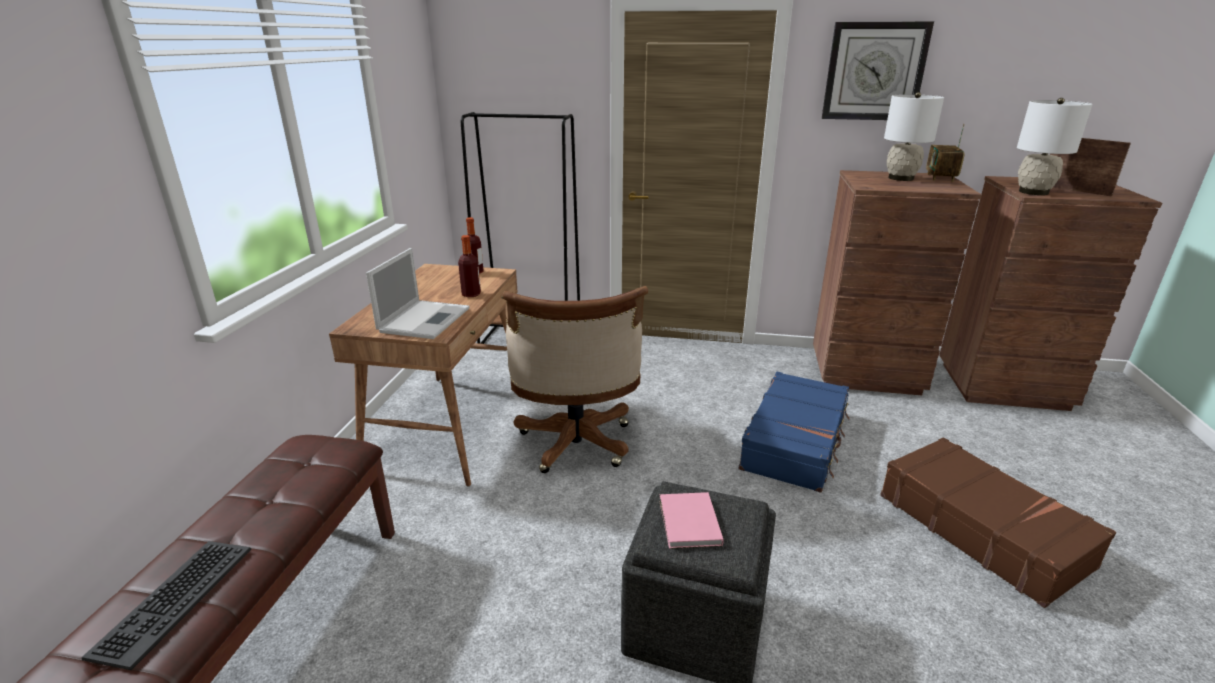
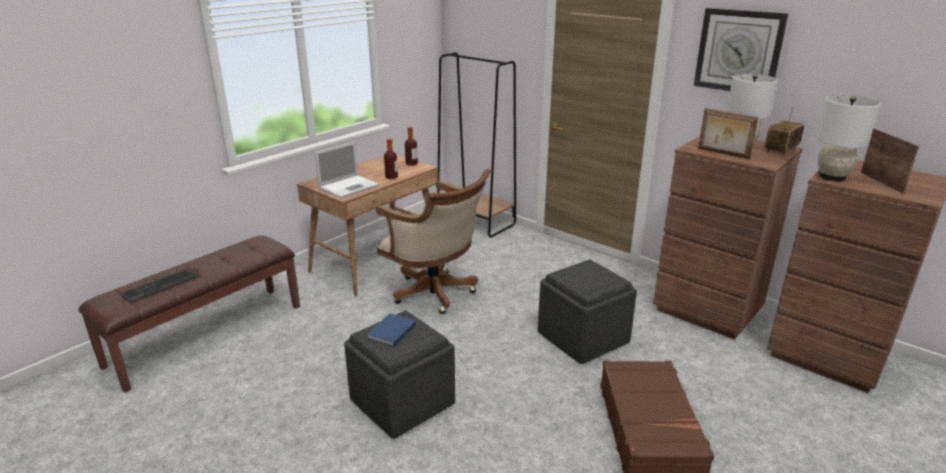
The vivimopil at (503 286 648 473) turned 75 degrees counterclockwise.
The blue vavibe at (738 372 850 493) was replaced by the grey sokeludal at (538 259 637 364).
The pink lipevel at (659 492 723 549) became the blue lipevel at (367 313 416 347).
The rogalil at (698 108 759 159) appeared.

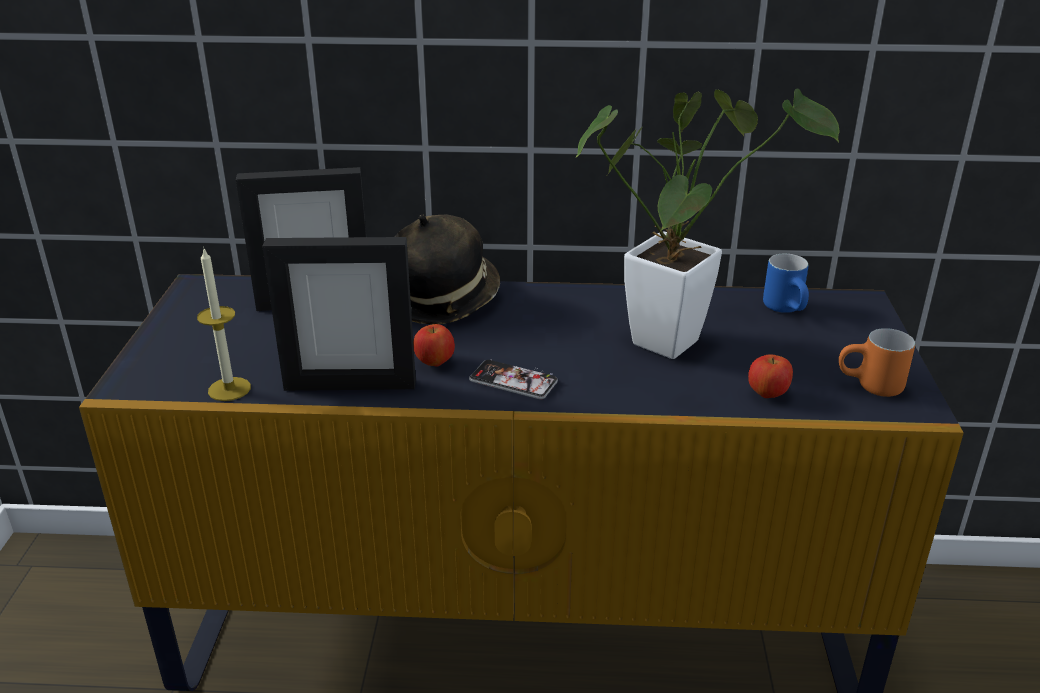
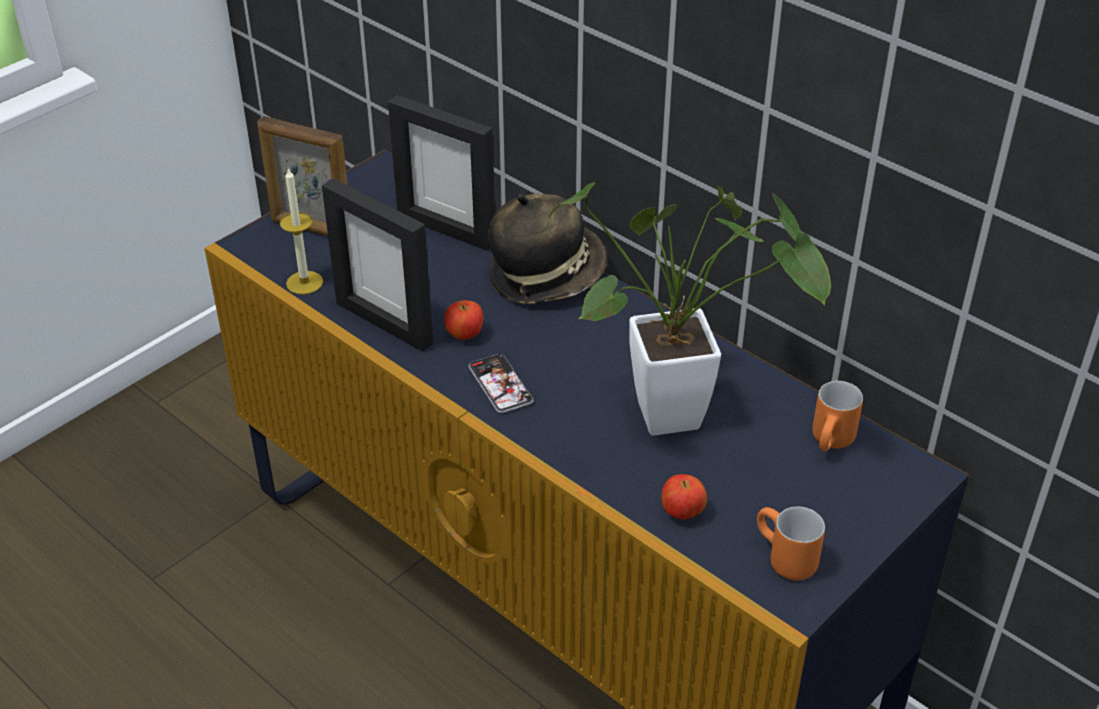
The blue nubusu at (763 254 809 313) became the orange nubusu at (812 381 863 451).
The rogalil at (257 116 348 236) appeared.

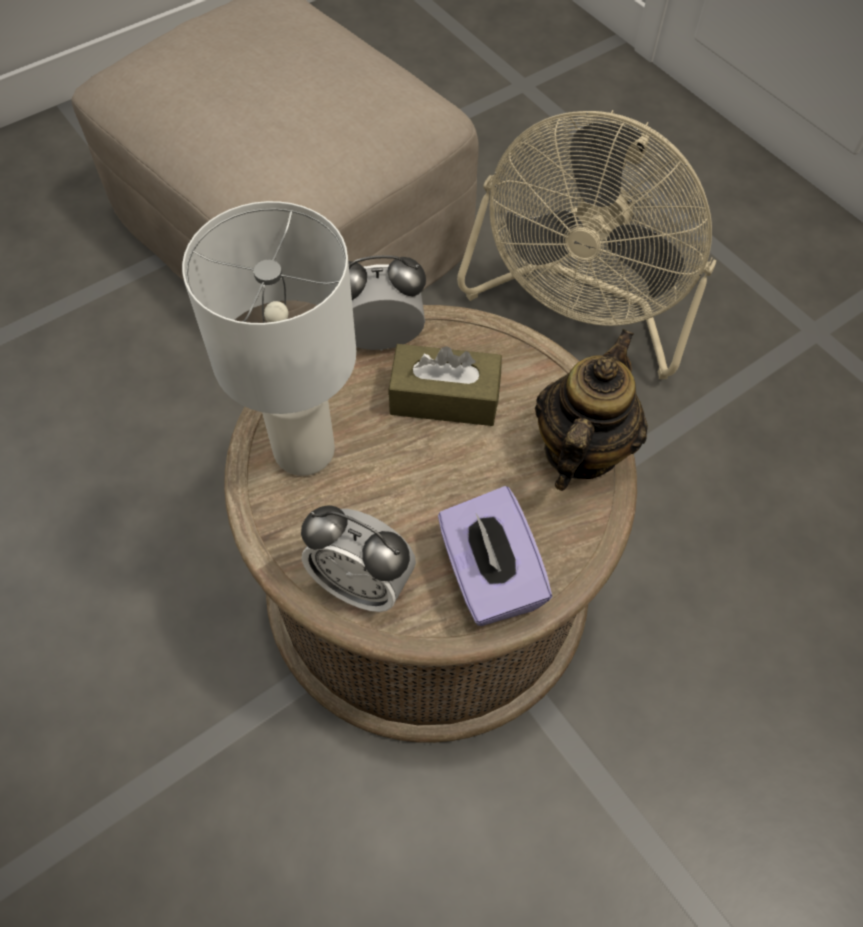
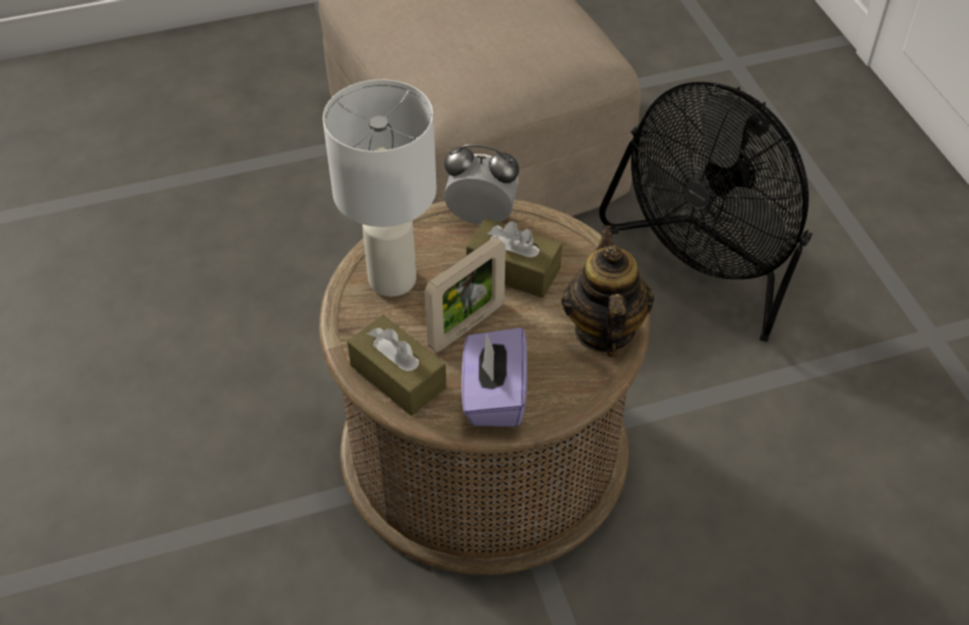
The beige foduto at (457 110 716 379) became the black foduto at (599 82 812 342).
The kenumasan at (535 329 648 491) turned 45 degrees counterclockwise.
The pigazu at (301 505 416 612) was replaced by the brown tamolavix at (347 315 446 416).
The rogalil at (425 237 506 352) appeared.

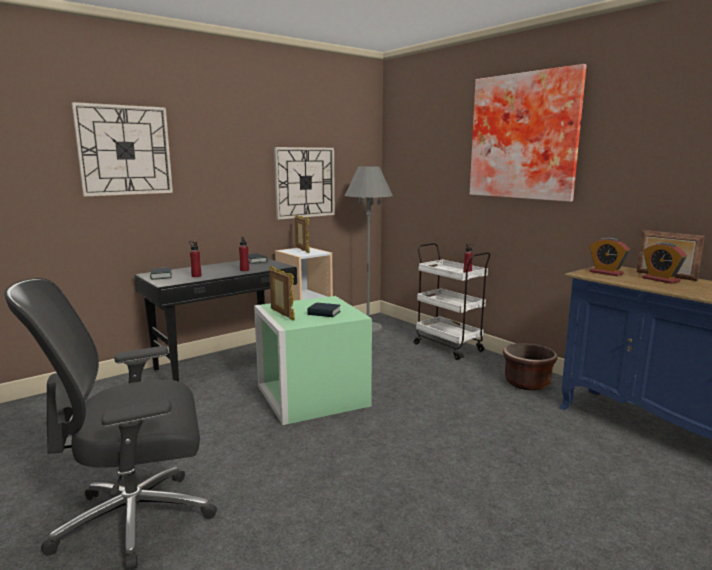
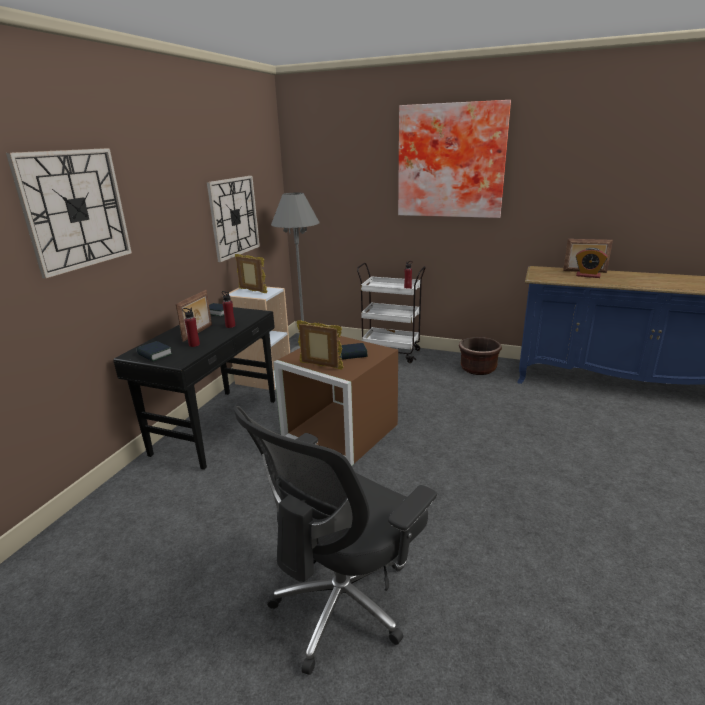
The pigazu at (590 237 630 276) disappeared.
The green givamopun at (254 296 372 425) became the brown givamopun at (273 335 398 466).
The rogalil at (176 290 212 342) appeared.

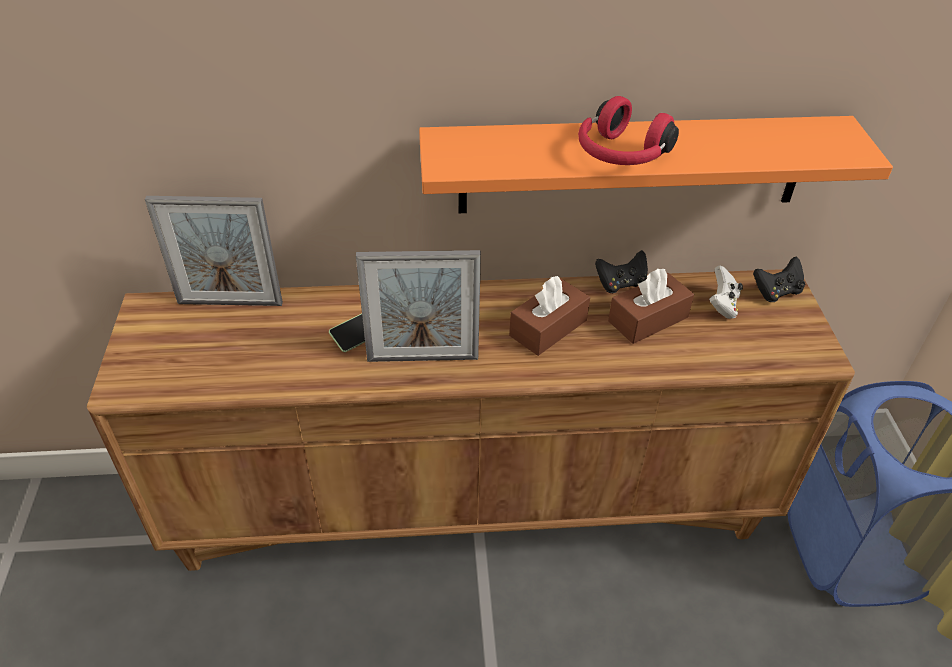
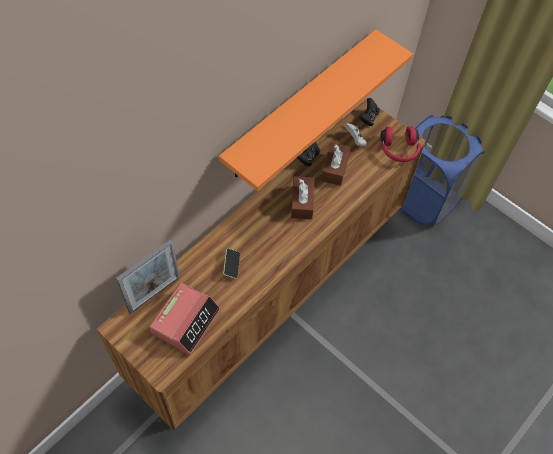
The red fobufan moved from (578 96 679 165) to (380 126 421 162).
The rogalil at (356 250 481 362) disappeared.
The pigazu at (150 283 221 355) appeared.

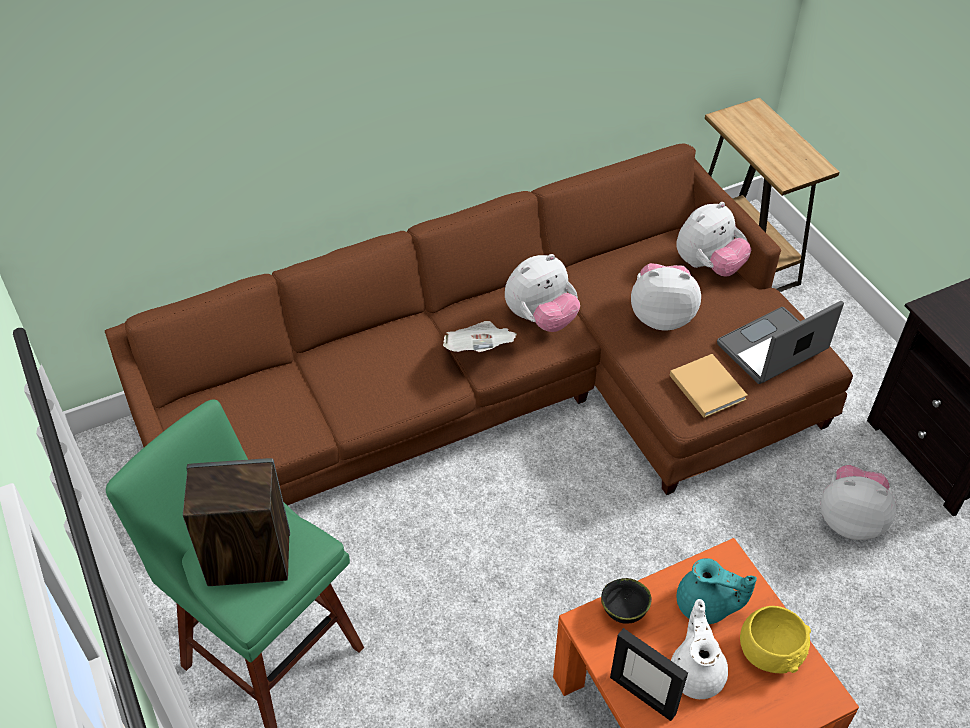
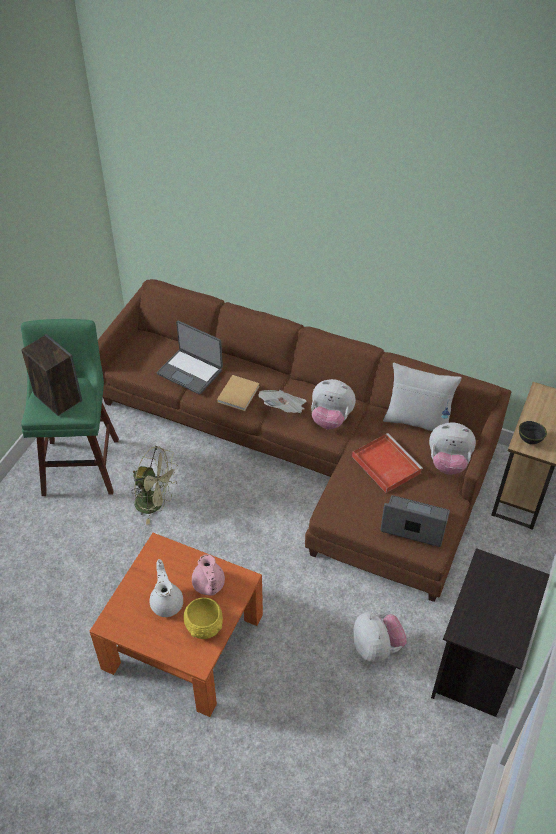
The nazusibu at (631 263 701 330) was replaced by the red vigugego at (352 433 423 493).
The beige lipevel moved from (670 354 748 418) to (217 375 260 411).
The turquoise kenumasan at (677 558 757 624) became the pink kenumasan at (192 555 225 596).
The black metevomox moved from (601 578 651 624) to (519 421 547 444).
The white kenumasan at (671 599 728 699) turned 60 degrees counterclockwise.
The rogalil at (610 628 688 721) disappeared.
The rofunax at (157 320 223 395) appeared.
The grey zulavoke at (383 363 462 431) appeared.
The green foduto at (131 446 178 524) appeared.

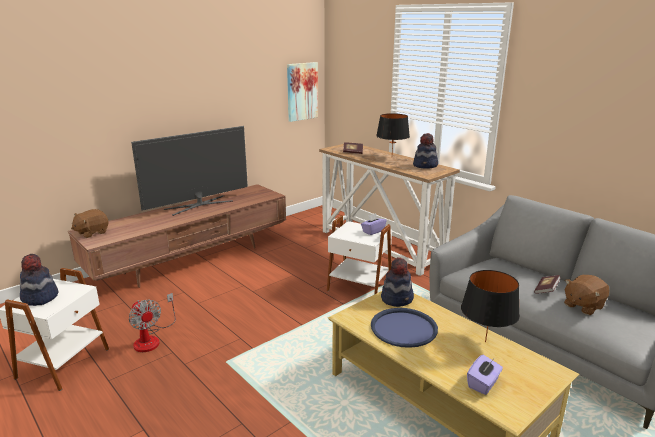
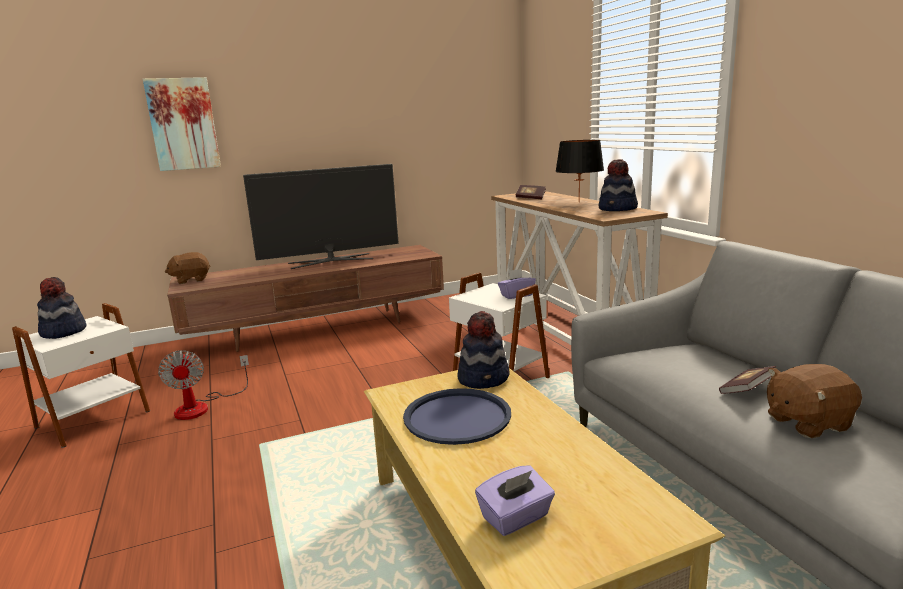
The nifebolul moved from (287 62 318 122) to (143 77 221 171).
The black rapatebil at (461 270 520 342) disappeared.

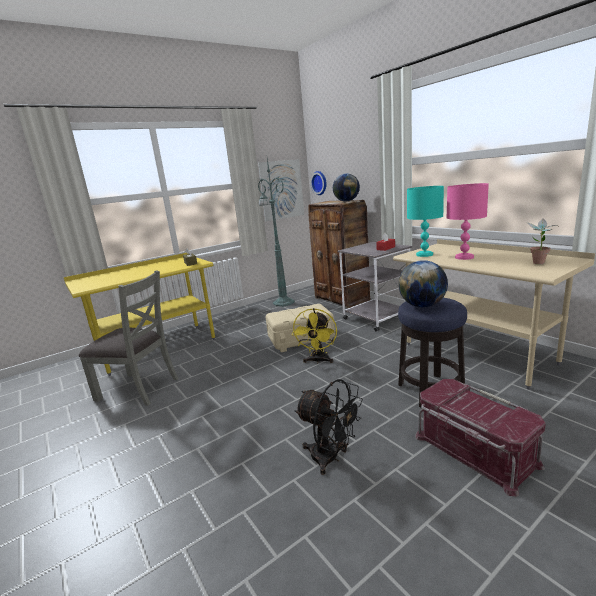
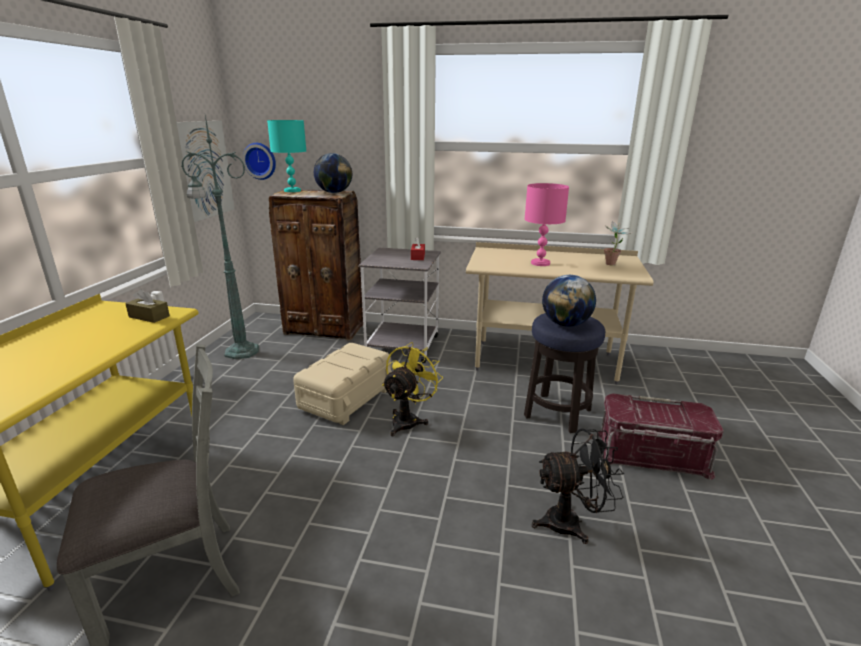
The turquoise rapatebil moved from (407 186 444 257) to (267 120 306 192).
The yellow foduto at (292 308 337 364) turned 120 degrees counterclockwise.

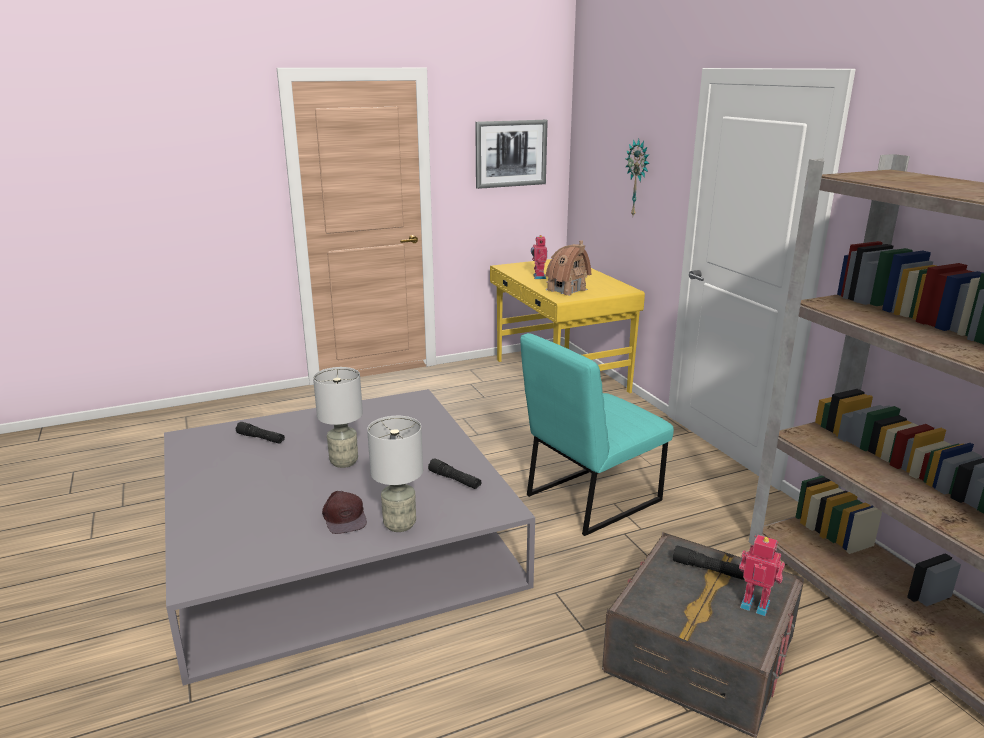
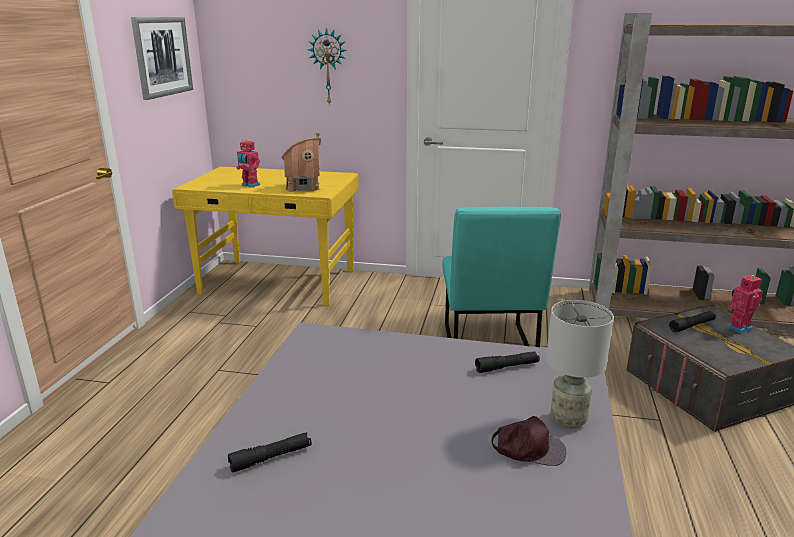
The grey rapatebil at (313 367 363 468) disappeared.

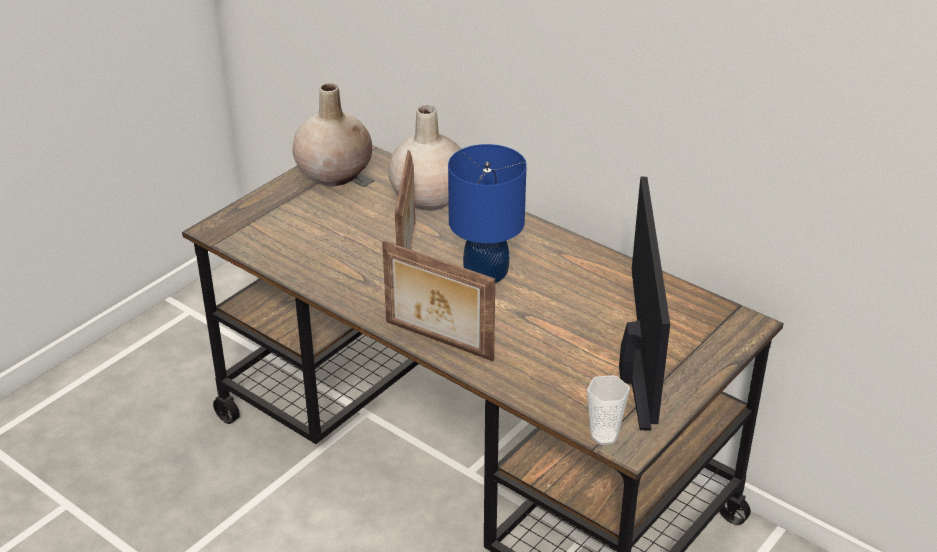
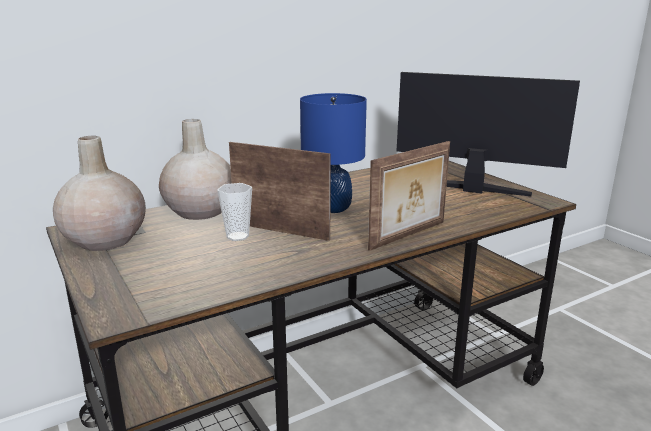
The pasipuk moved from (587 375 630 445) to (217 183 252 241).

